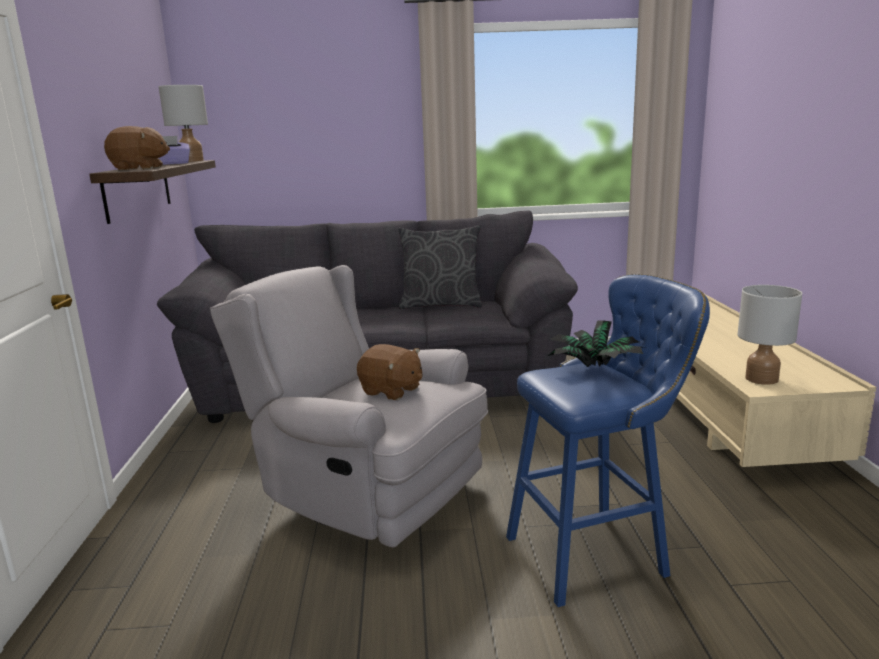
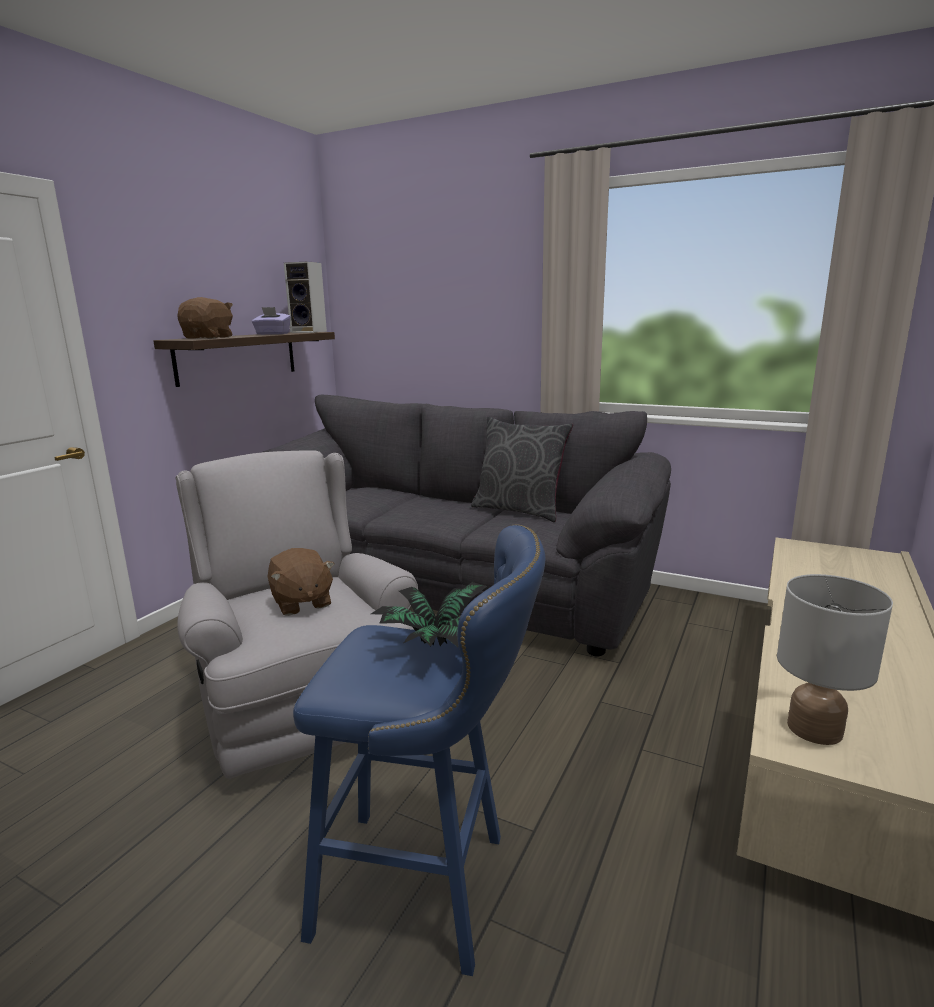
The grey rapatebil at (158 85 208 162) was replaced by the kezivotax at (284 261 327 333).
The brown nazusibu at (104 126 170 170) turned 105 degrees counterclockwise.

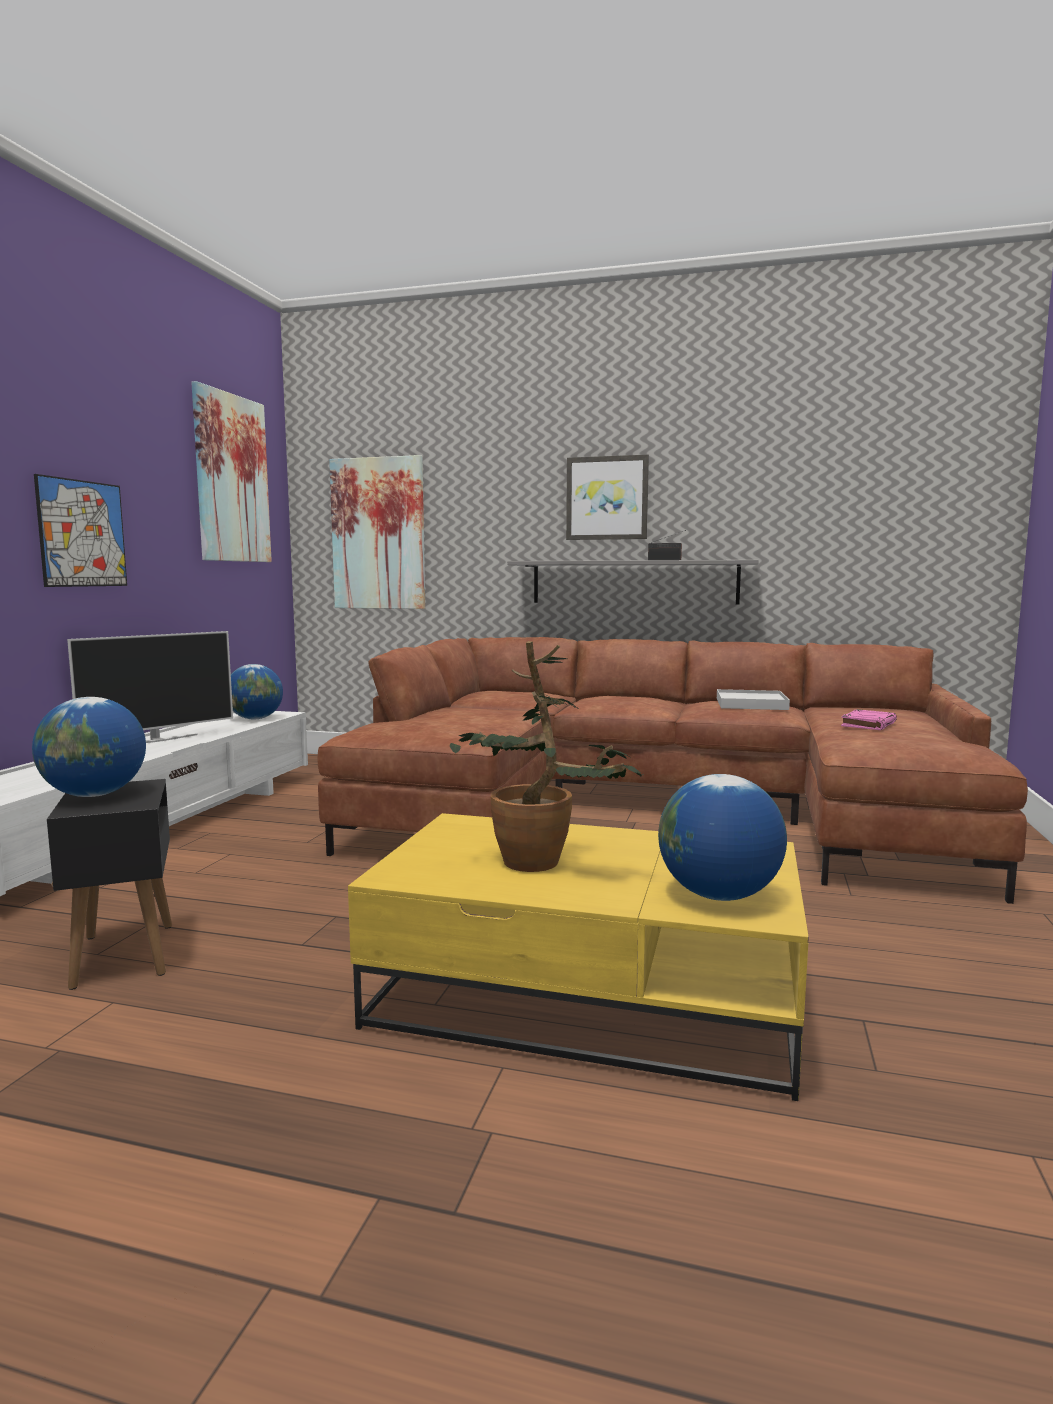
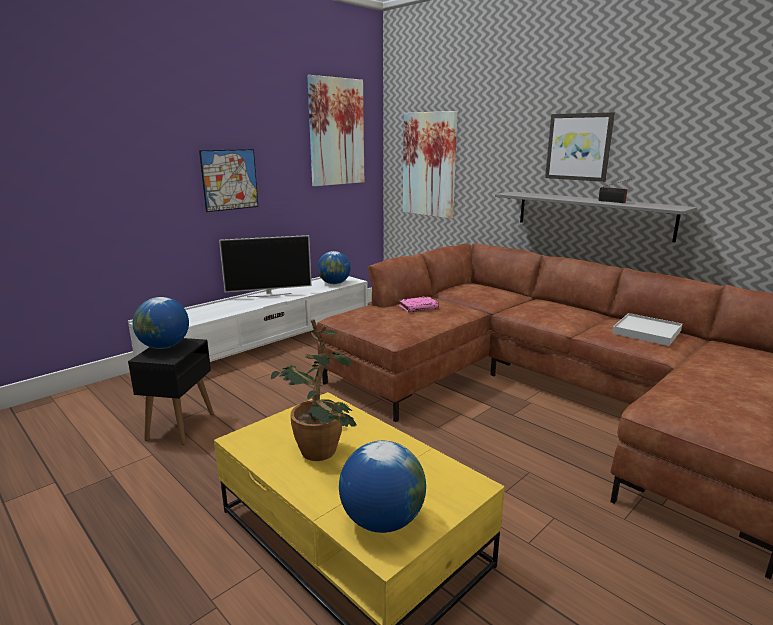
The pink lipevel moved from (841 709 897 730) to (399 296 439 312).

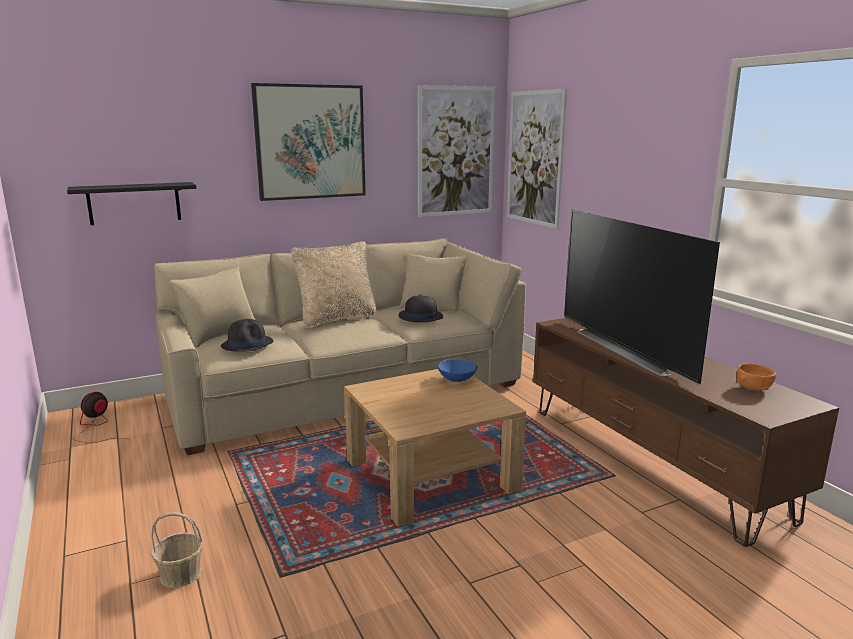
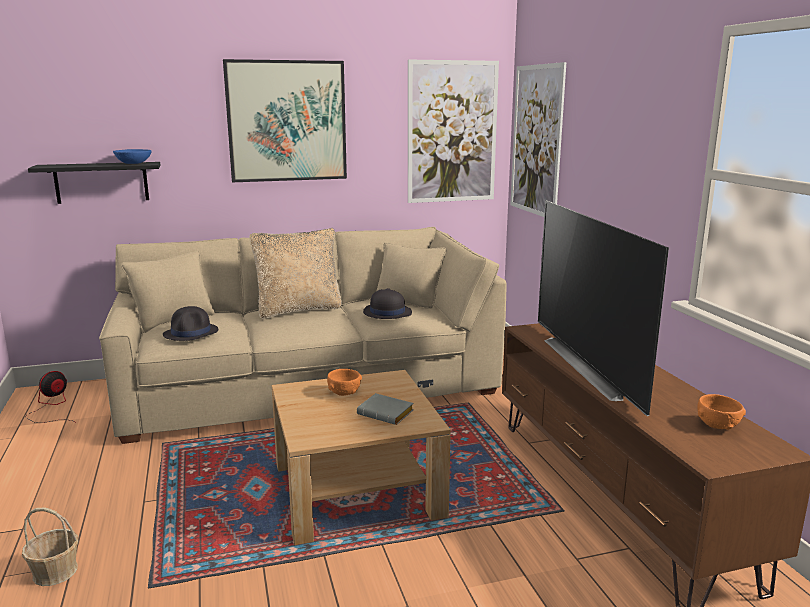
The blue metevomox moved from (438 359 477 382) to (113 149 152 164).
The orange metevomox at (327 369 362 396) appeared.
The grey lipevel at (357 393 414 425) appeared.

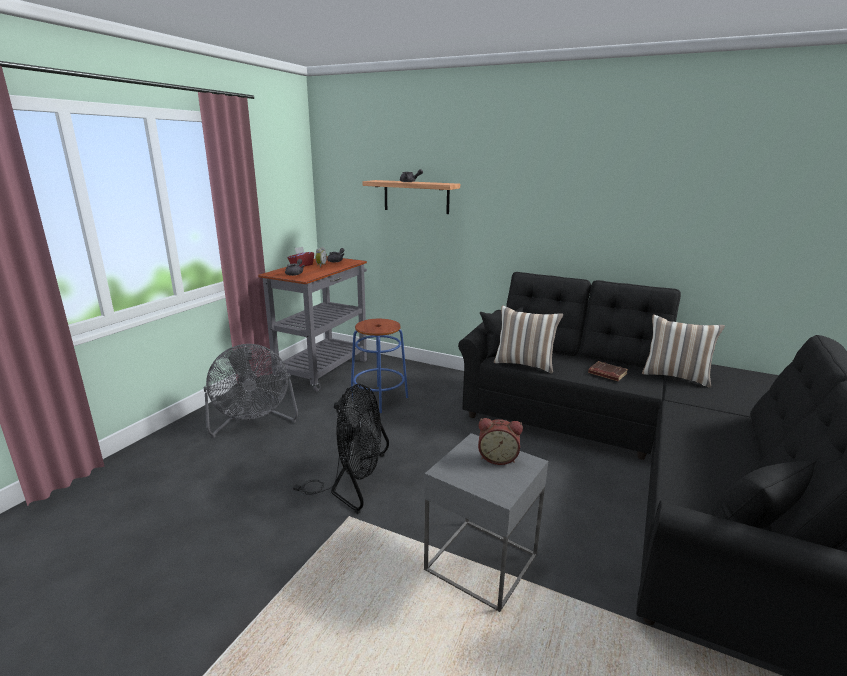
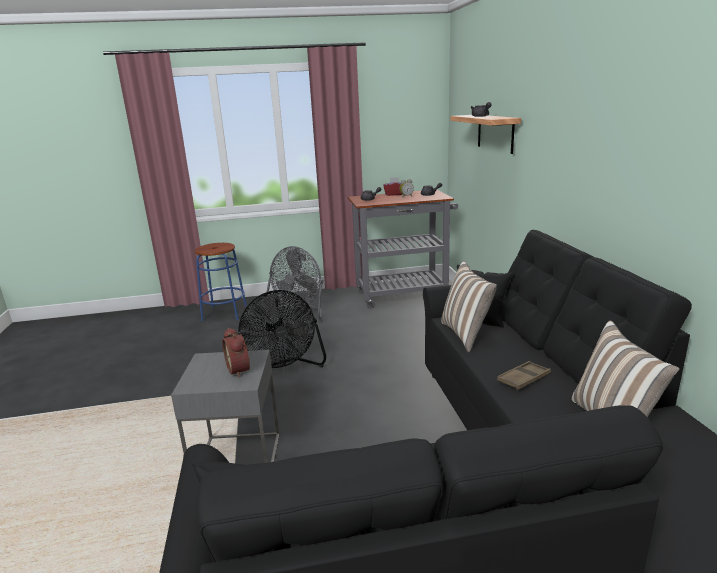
The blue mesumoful moved from (351 319 408 413) to (195 243 247 321).
The brown lipevel at (588 361 628 381) was replaced by the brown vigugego at (497 361 551 390).

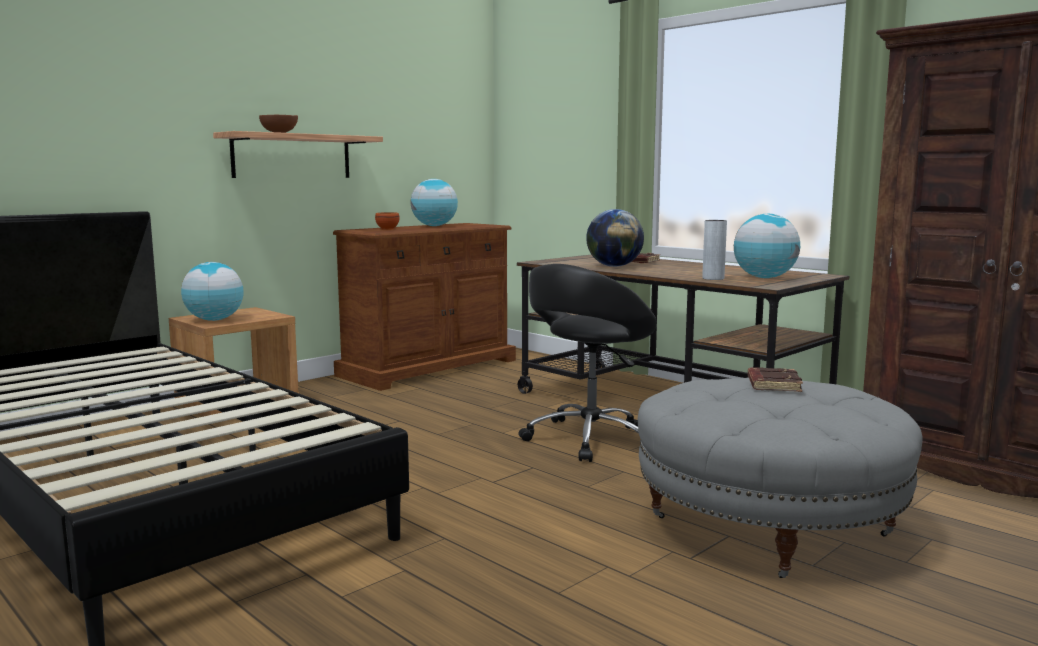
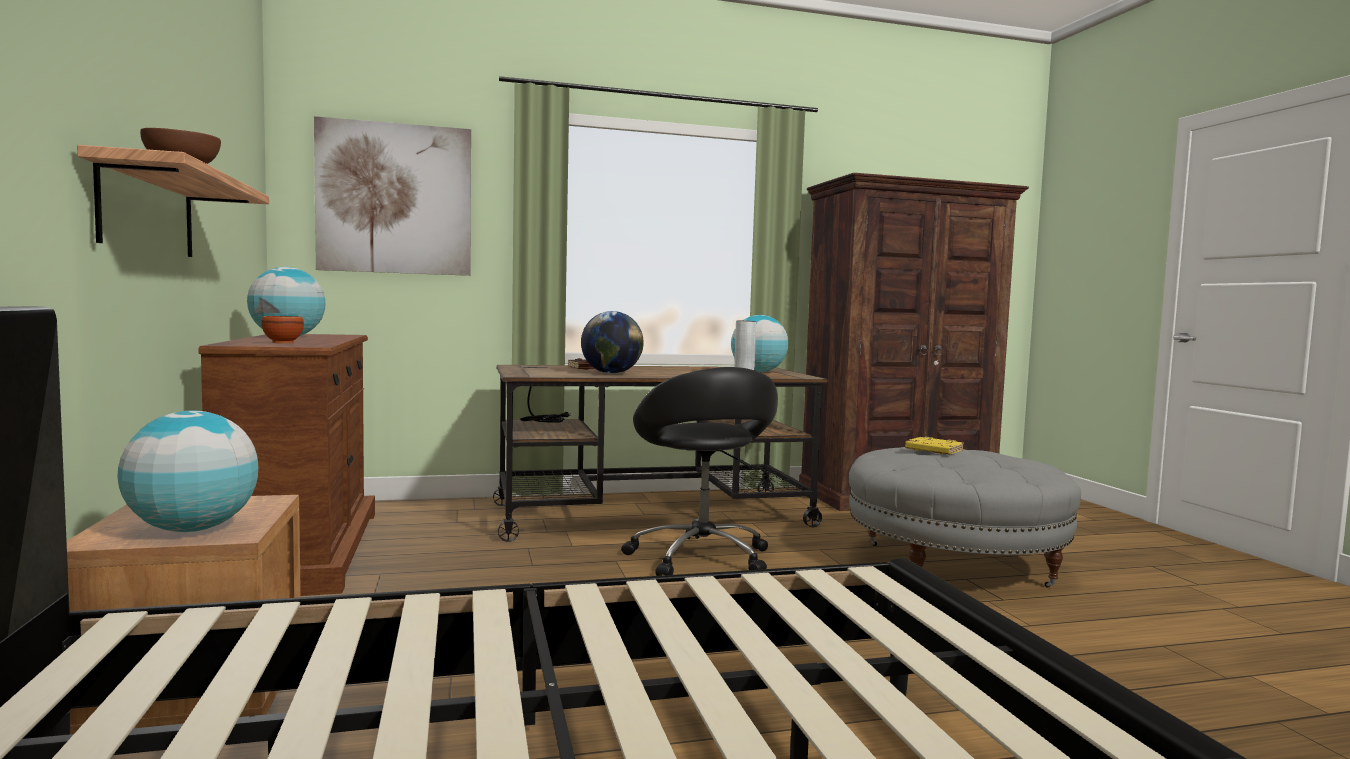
The brown lipevel at (748 367 803 392) became the yellow lipevel at (905 437 964 454).
The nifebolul at (314 116 471 276) appeared.

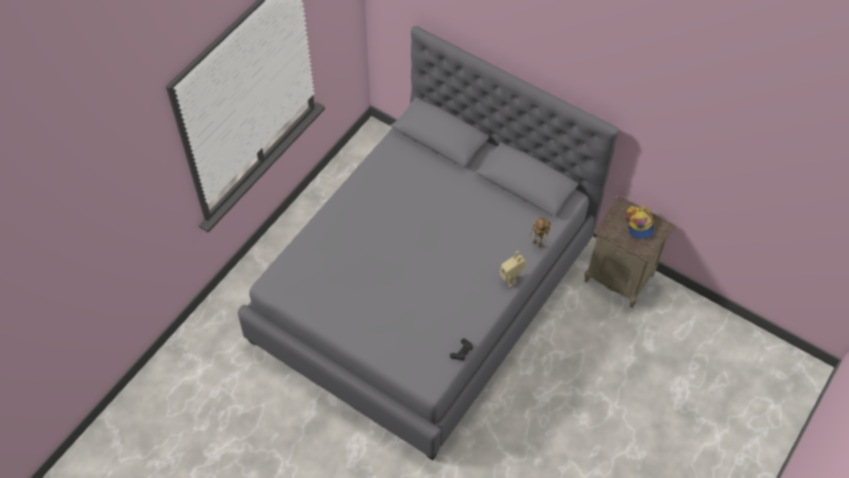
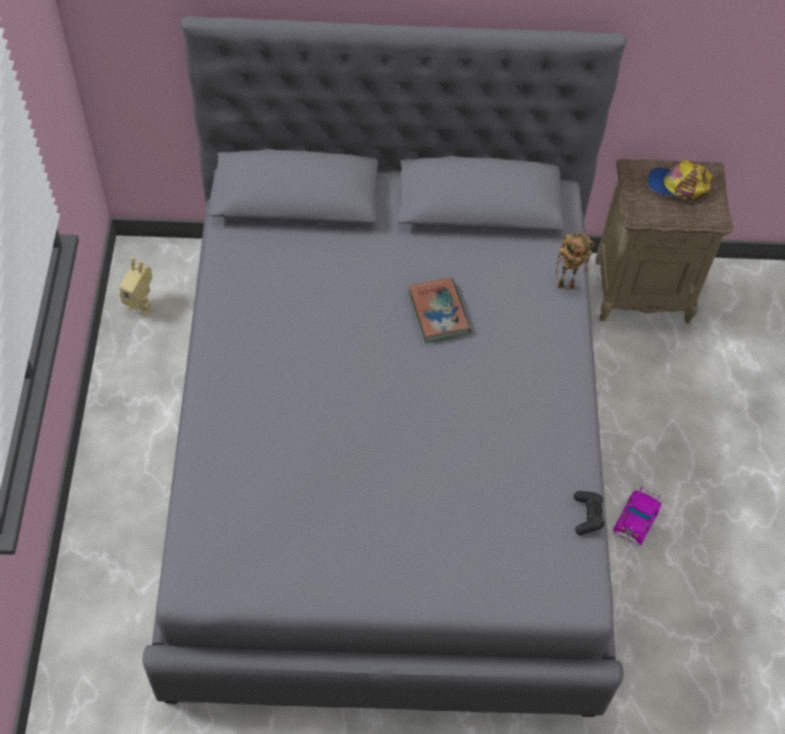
The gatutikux at (626 206 654 239) turned 135 degrees clockwise.
The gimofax moved from (500 251 526 287) to (119 257 152 316).
The lipevel at (408 277 471 343) appeared.
The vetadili at (613 485 662 546) appeared.

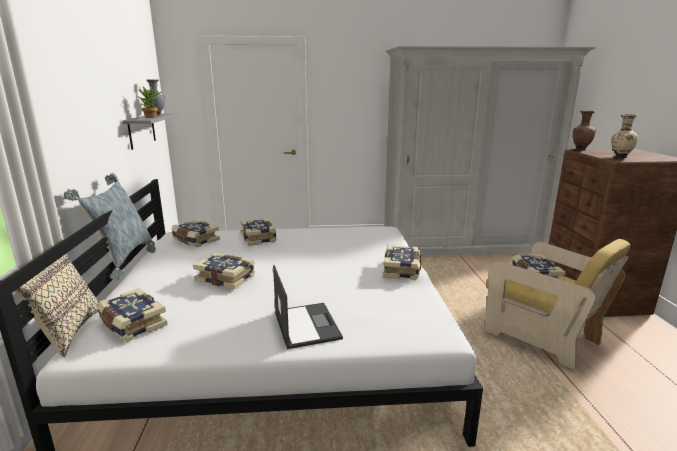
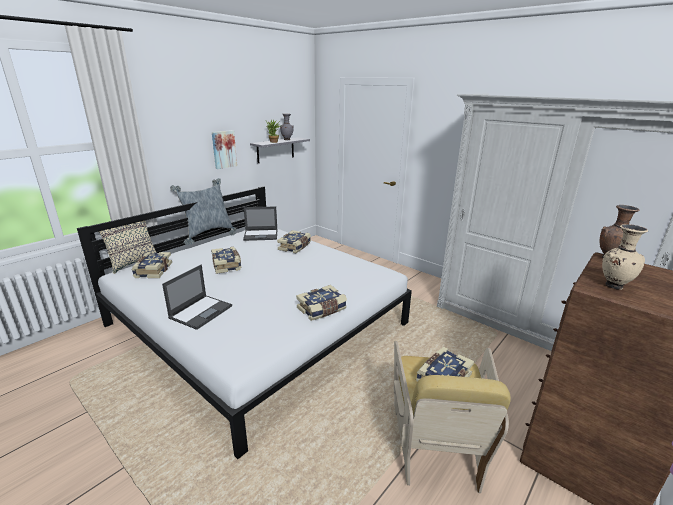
The lipevel at (171 219 220 247) was replaced by the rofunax at (243 207 277 241).
The nifebolul at (212 130 237 169) appeared.

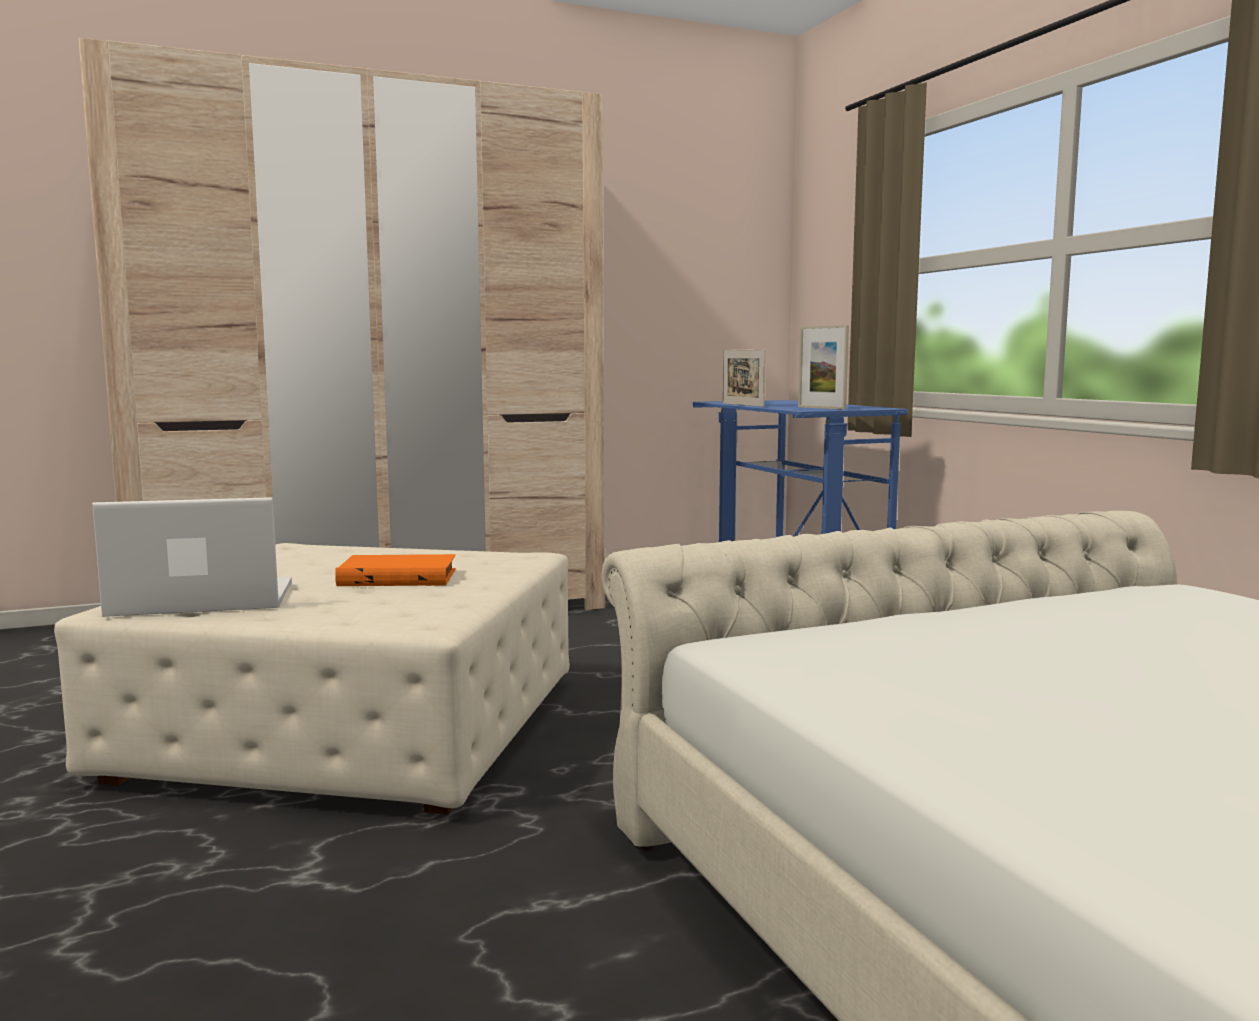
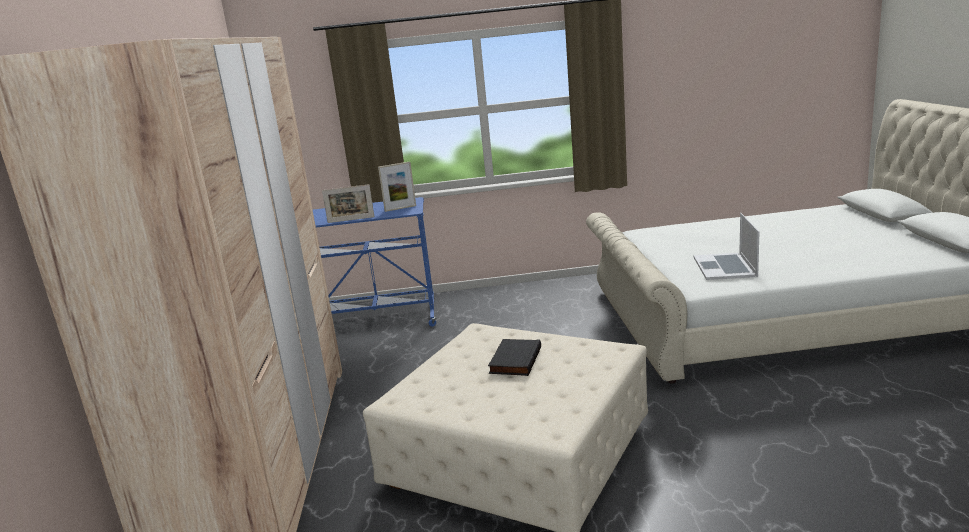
The rofunax moved from (92 497 292 617) to (694 213 760 280).
The orange lipevel at (335 554 456 586) became the black lipevel at (488 339 541 376).

